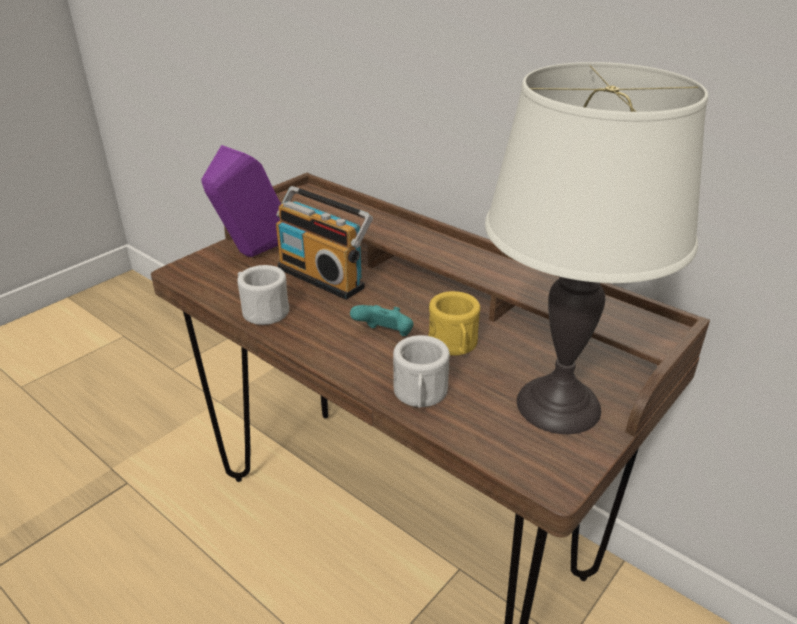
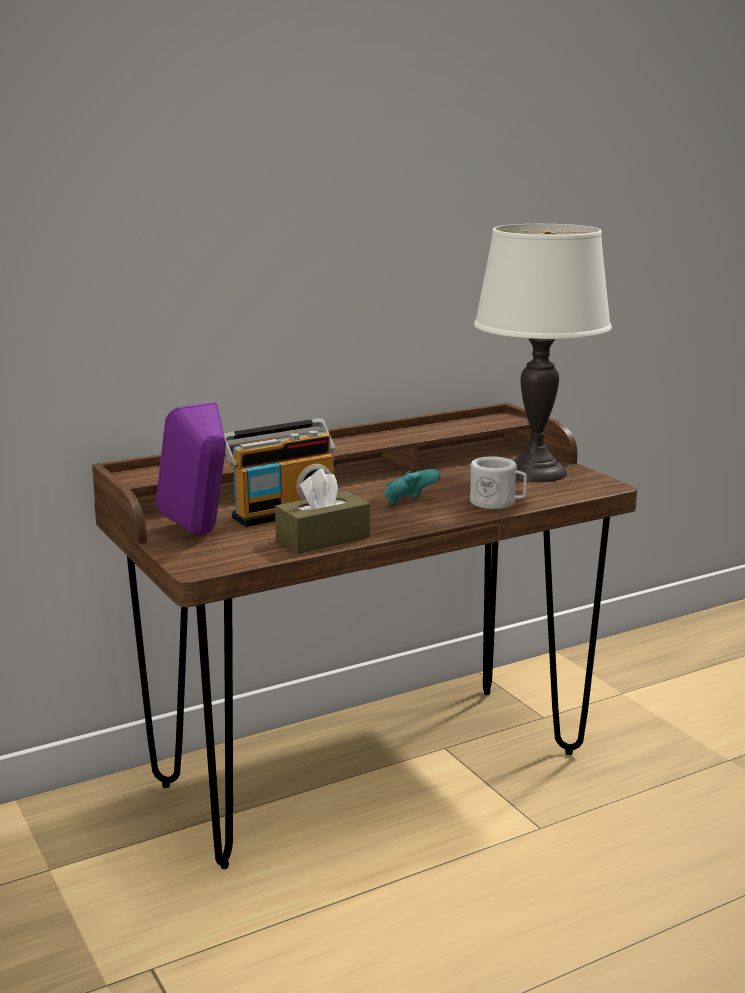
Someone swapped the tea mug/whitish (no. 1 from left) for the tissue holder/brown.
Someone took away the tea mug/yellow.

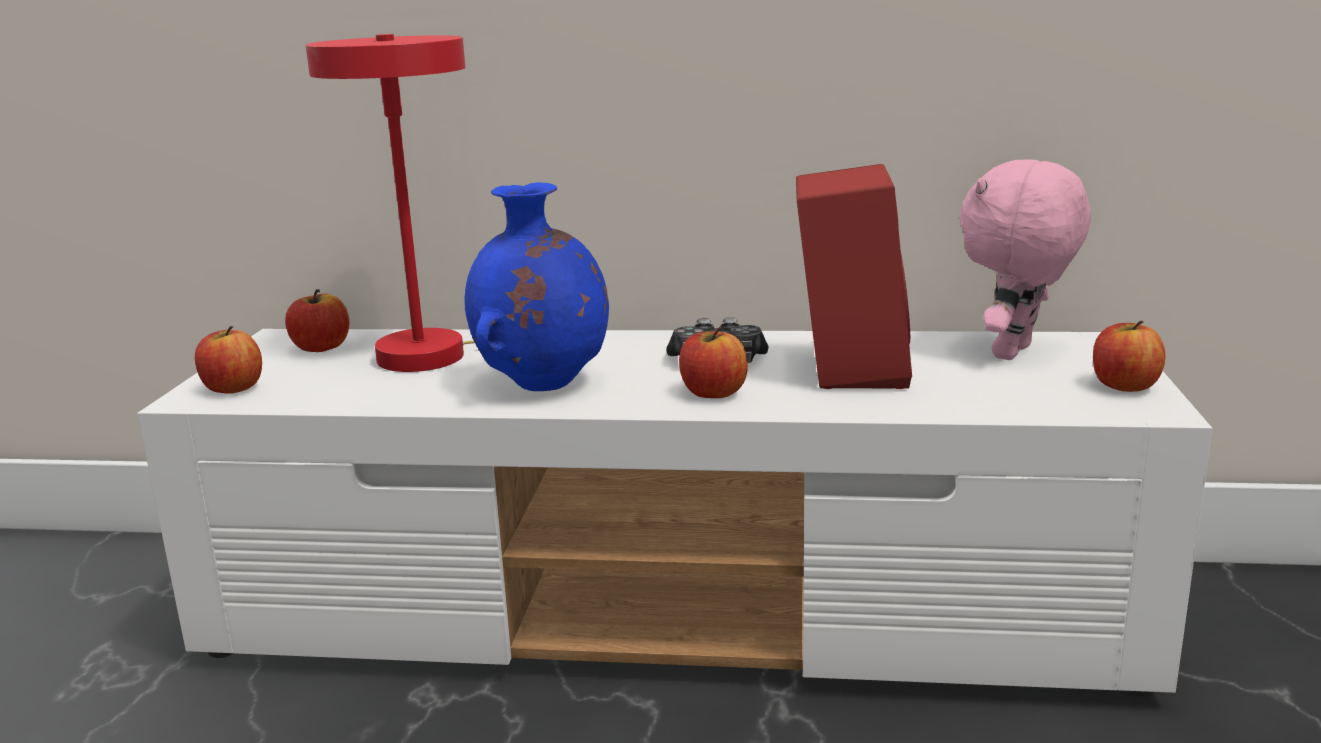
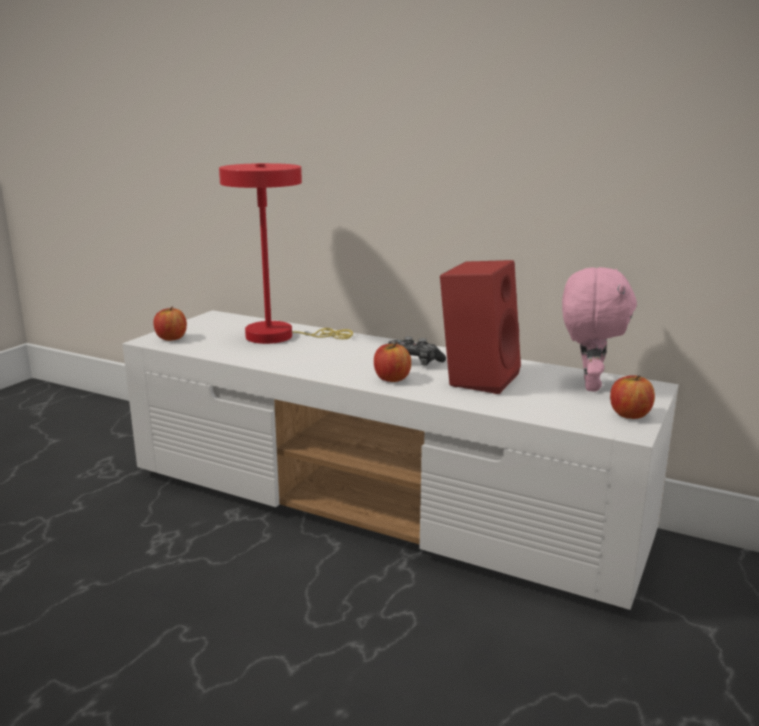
Someone took away the whole apple (no. 2 from left).
Someone took away the flower vase/blue.
Someone rotated the plush toy/pinkish by 135 degrees clockwise.

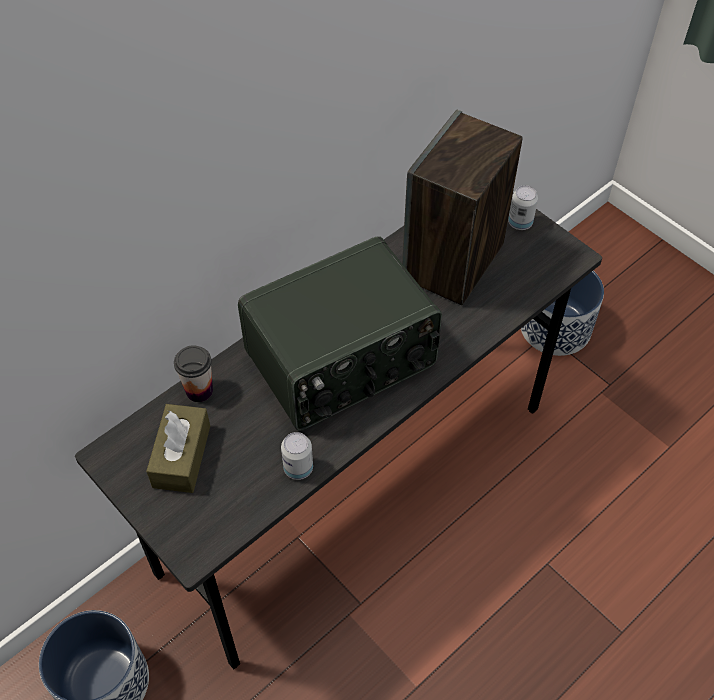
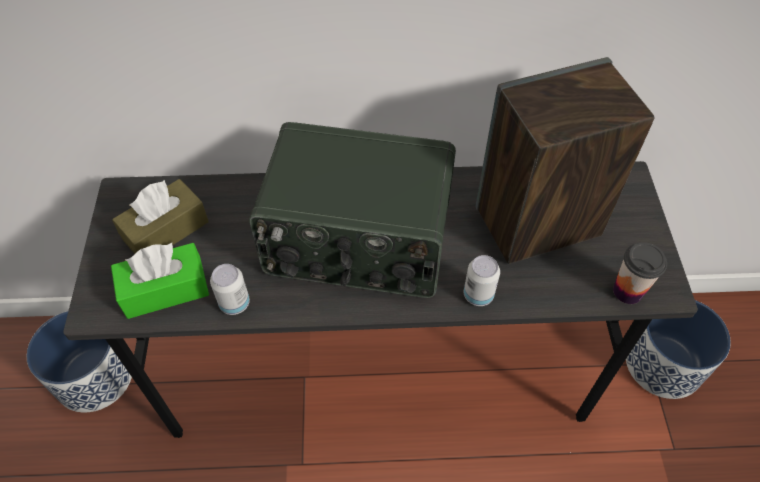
Someone carried the drinking cup.
Someone carried the metal can (no. 2 from left).
Someone put down the tissue holder/green.

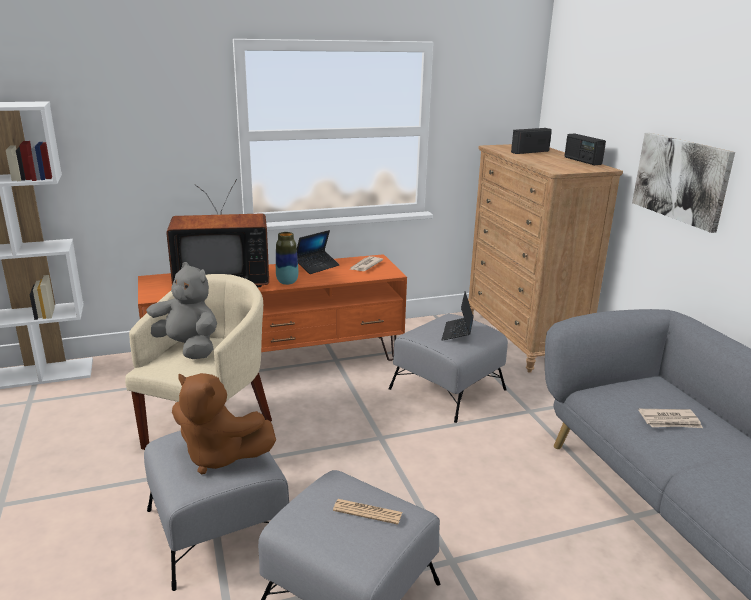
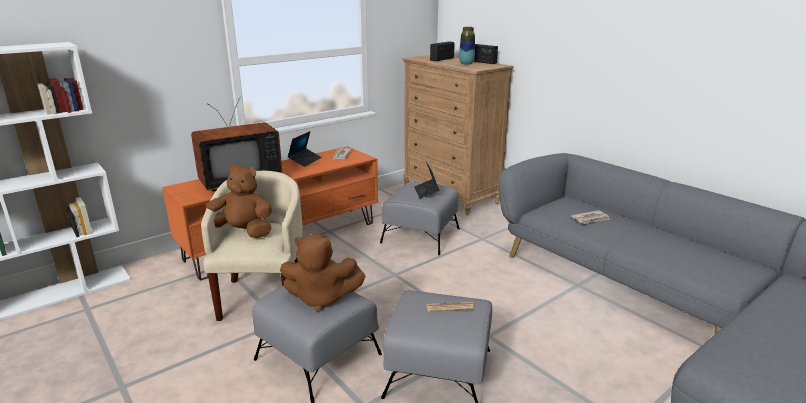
Someone repainted the plush toy/gray, which became the plush toy/brown (no. 1 from left).
Someone carried the flower vase.
Someone took away the wall art.

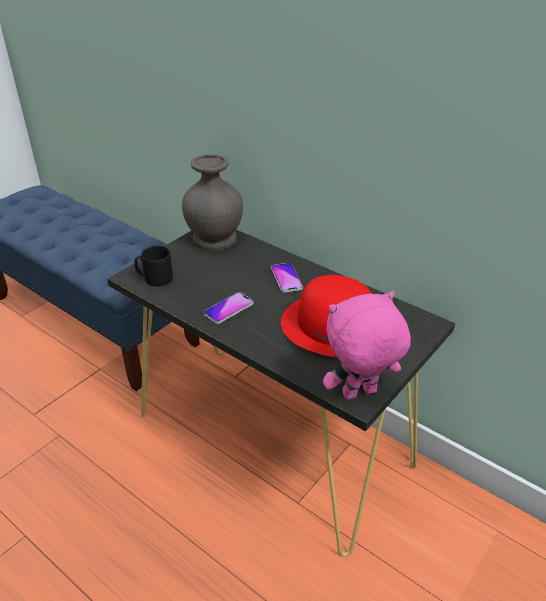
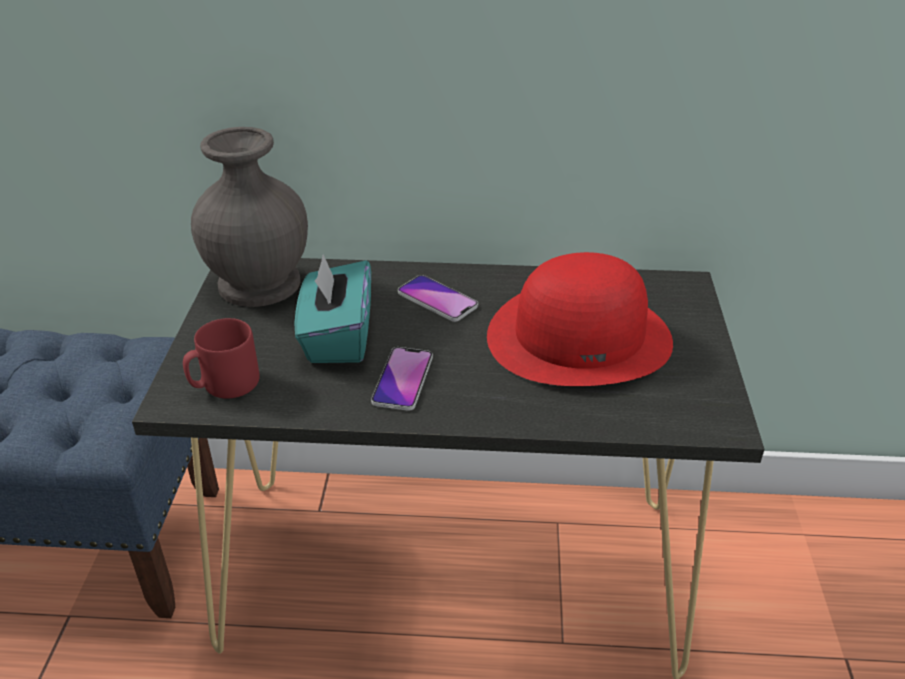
Someone repainted the tea mug/blackish, which became the tea mug/reddish.
Someone took away the plush toy/pinkish.
Someone put down the tissue holder/turquoise.

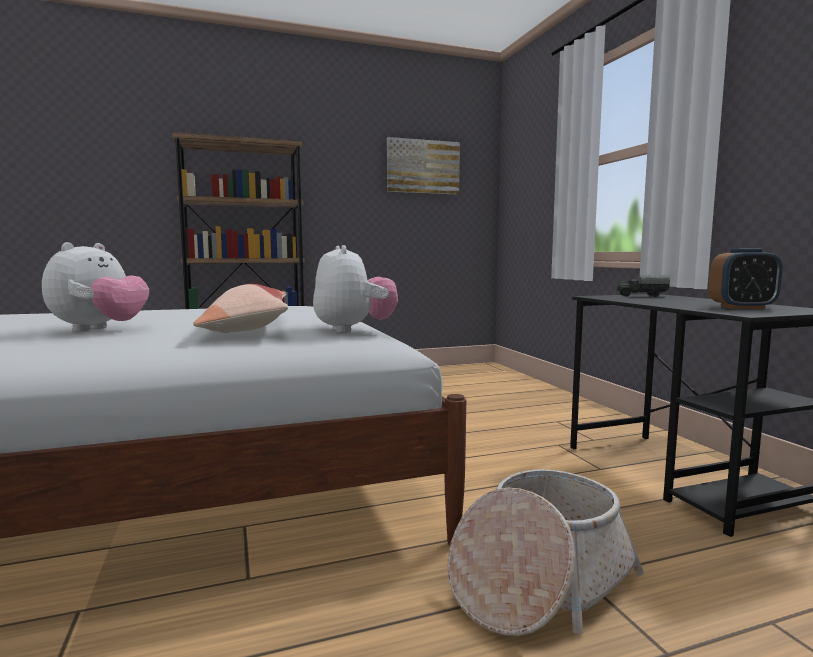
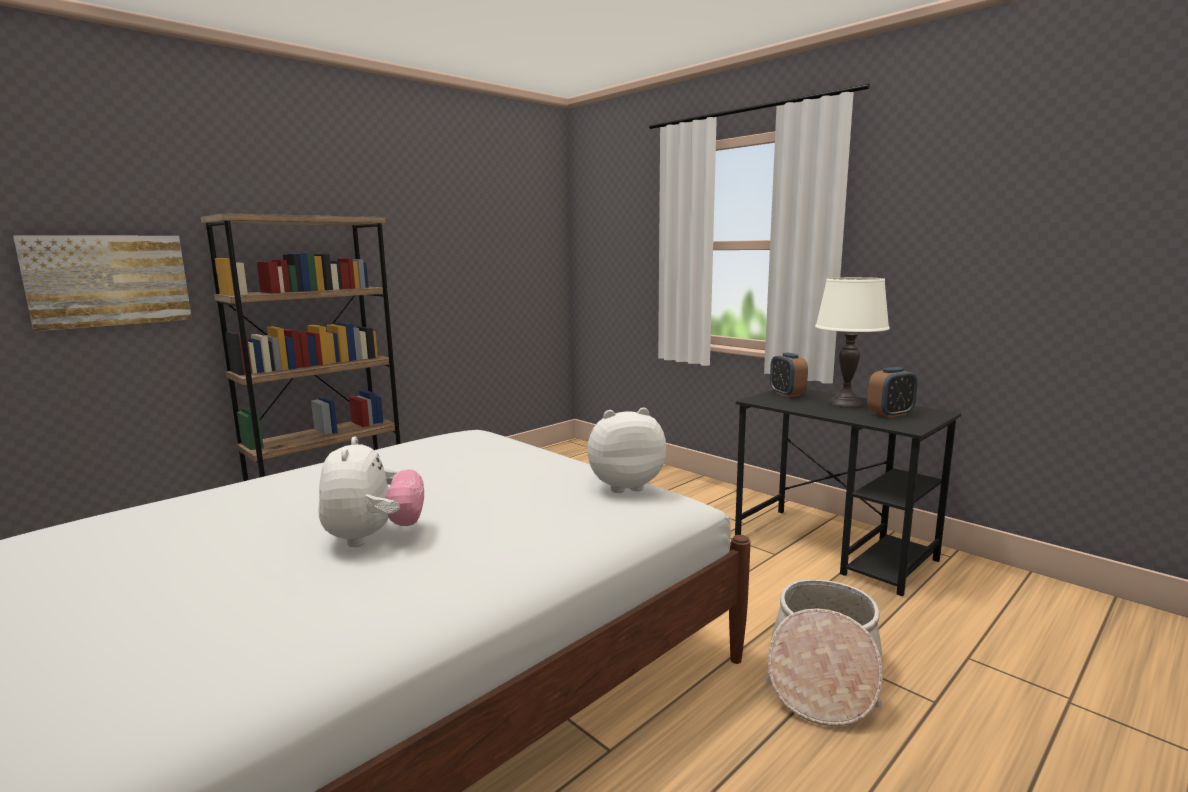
Someone took away the throw pillow.
Someone rotated the plush toy (no. 2 from left) by 60 degrees counterclockwise.
Someone carried the wall art.
Someone swapped the toy truck for the table clock (no. 1 from left).
Someone put down the lamp for a table/whitish.

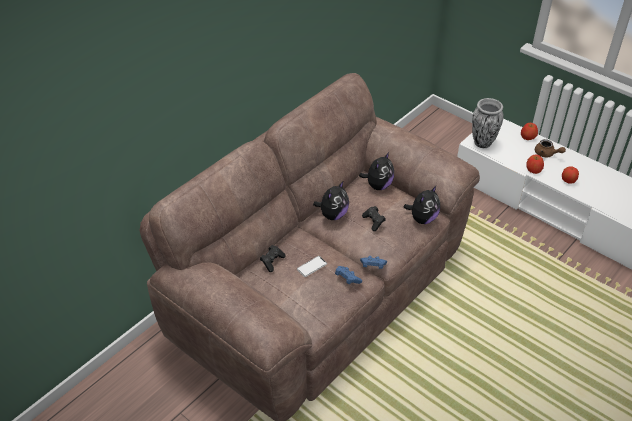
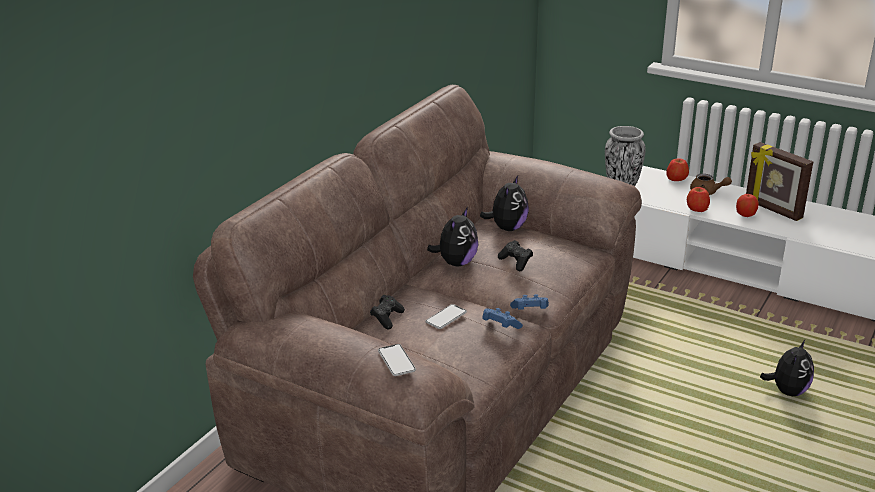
Someone carried the plush toy (no. 3 from left).
Someone put down the phone (no. 1 from left).
Someone put down the standing frame.

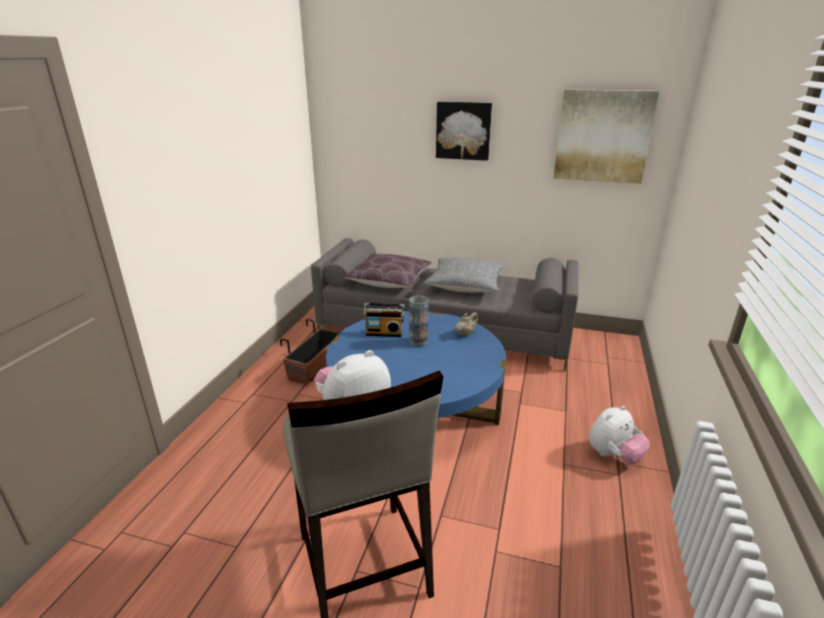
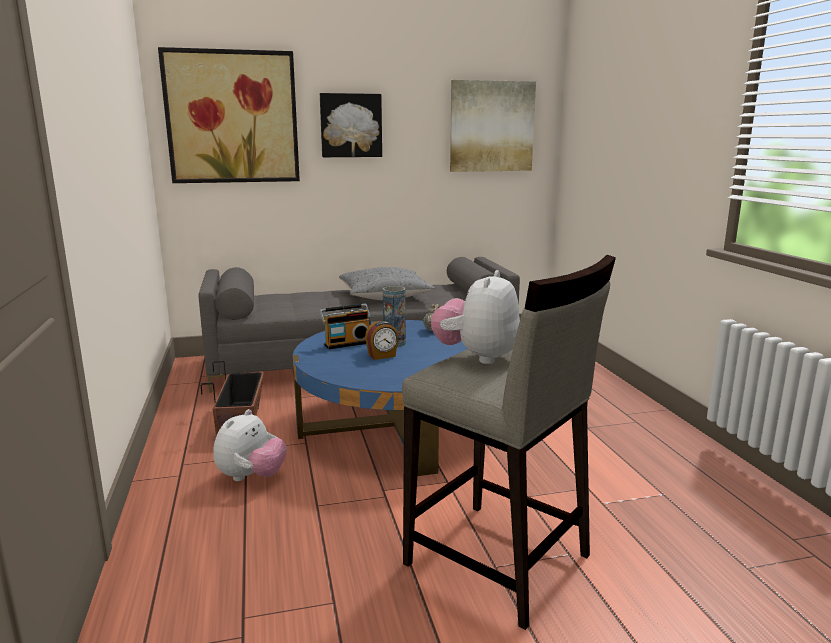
Someone took away the throw pillow/brown.
Someone carried the plush toy (no. 2 from left in the first image).
Someone put up the wall art (no. 1 from left).
Someone put down the table clock.

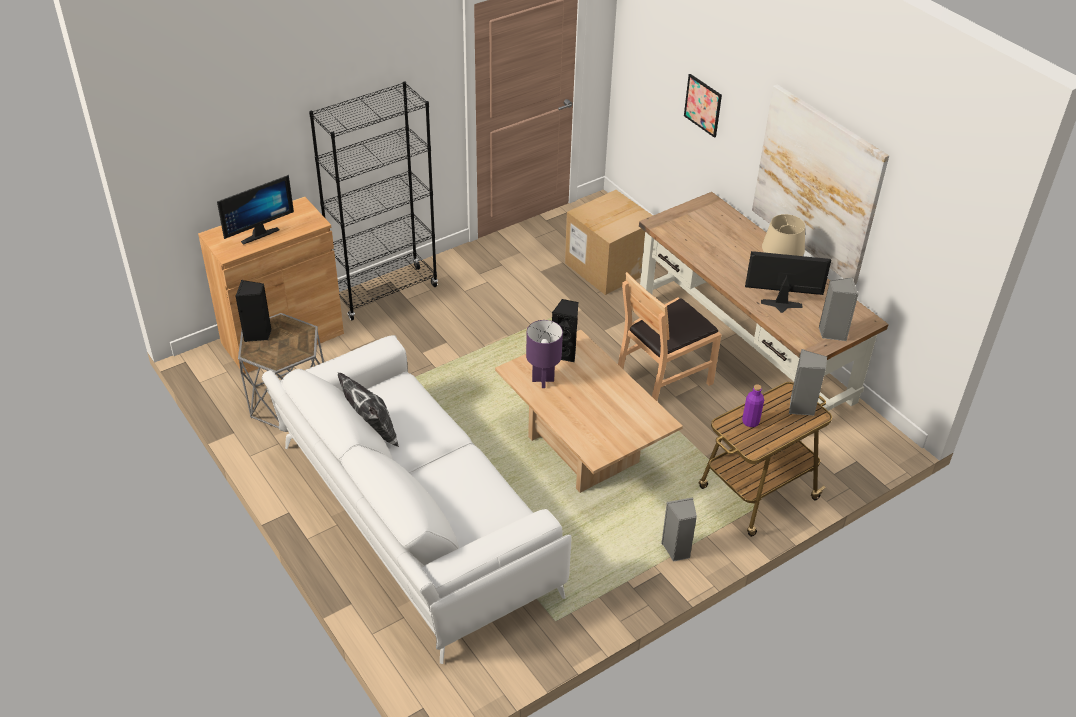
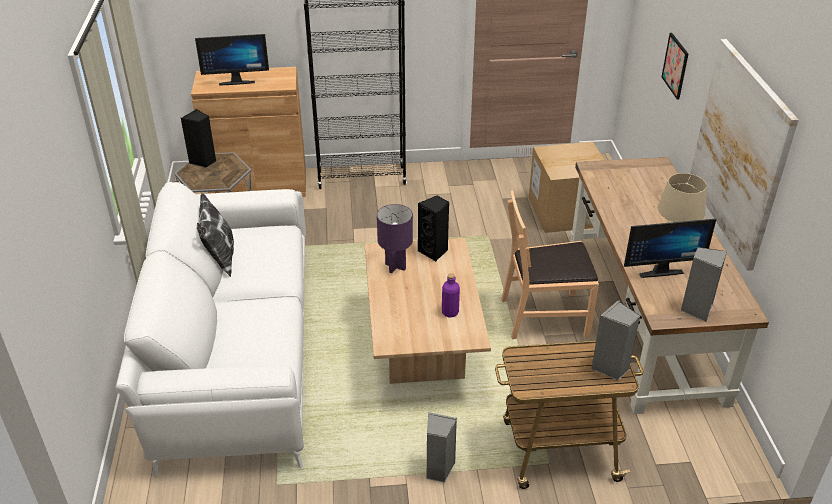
Someone carried the beverage bottle/purple.
Someone rotated the computer display (no. 2 from left) by 135 degrees clockwise.

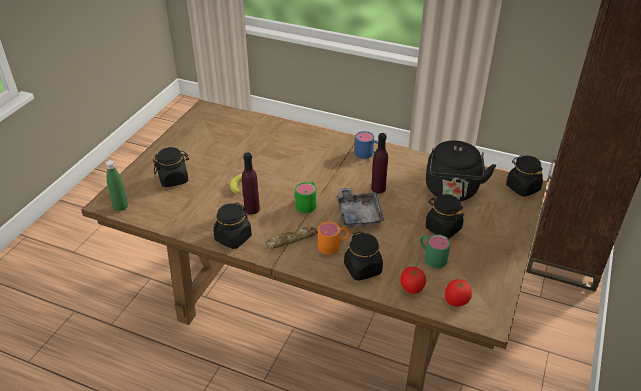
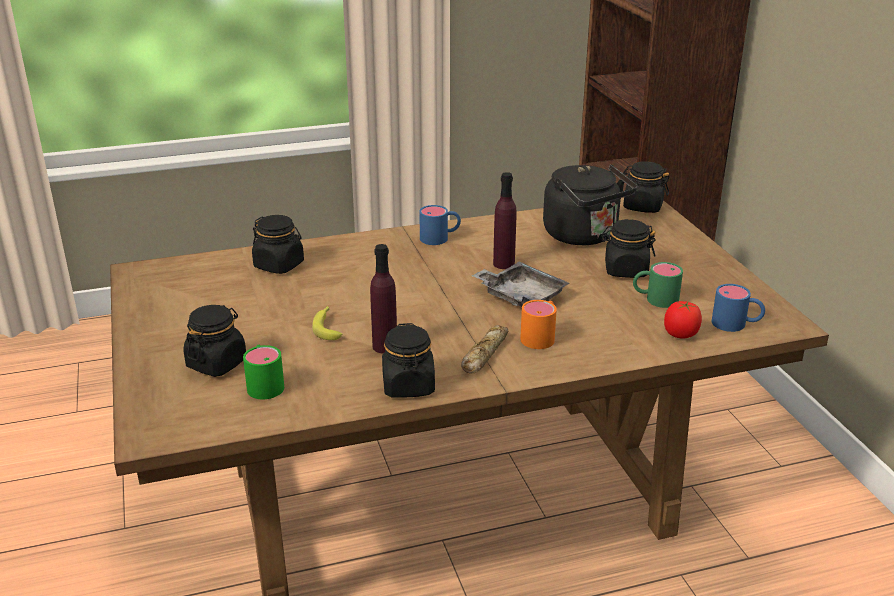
Someone took away the beverage bottle/green.
Someone carried the tea mug/green (no. 1 from left).
Someone carried the preserve jar/blackish (no. 3 from left in the first image).
Someone swapped the tomato (no. 2 from left) for the tea mug/blue (no. 2 from left).

